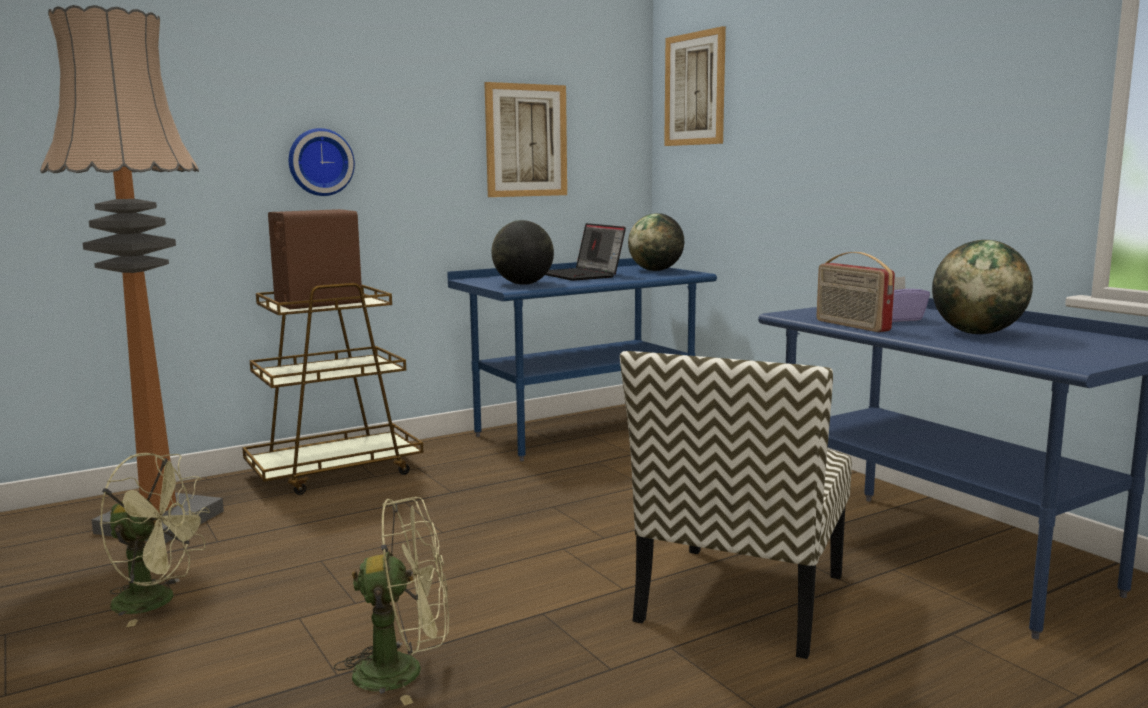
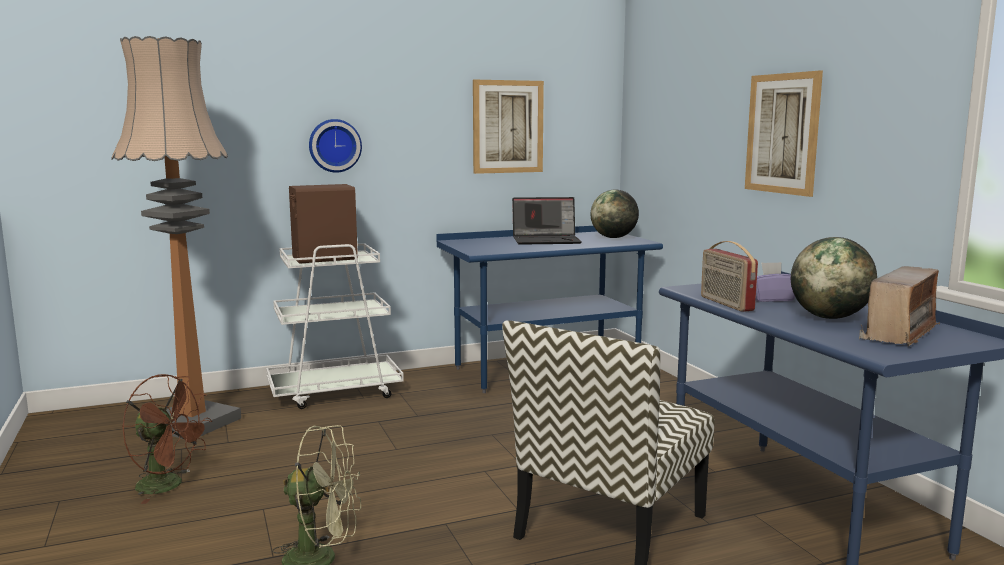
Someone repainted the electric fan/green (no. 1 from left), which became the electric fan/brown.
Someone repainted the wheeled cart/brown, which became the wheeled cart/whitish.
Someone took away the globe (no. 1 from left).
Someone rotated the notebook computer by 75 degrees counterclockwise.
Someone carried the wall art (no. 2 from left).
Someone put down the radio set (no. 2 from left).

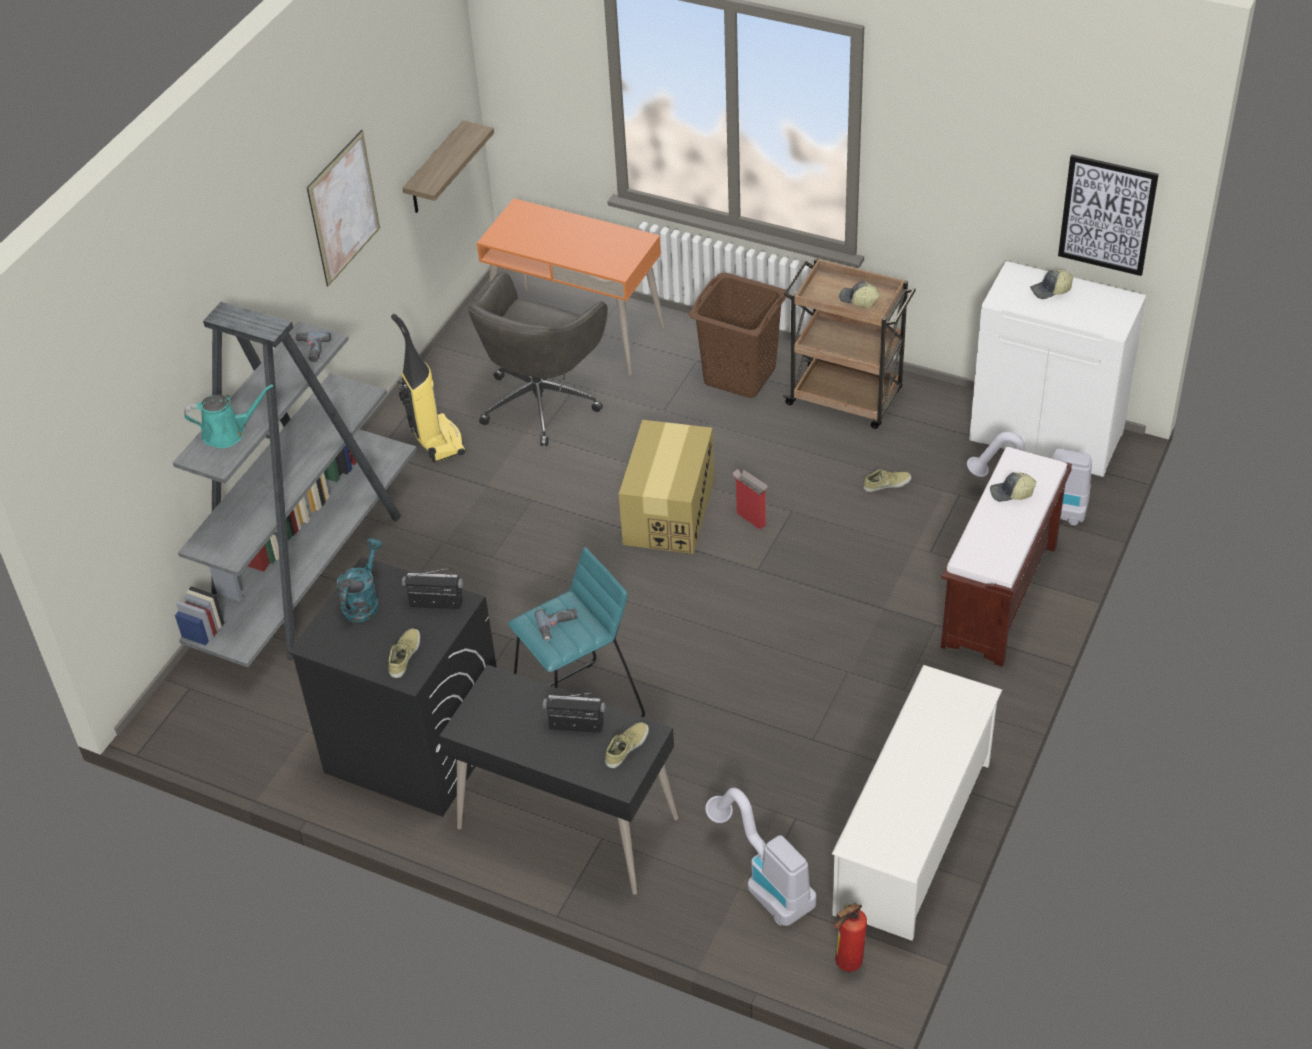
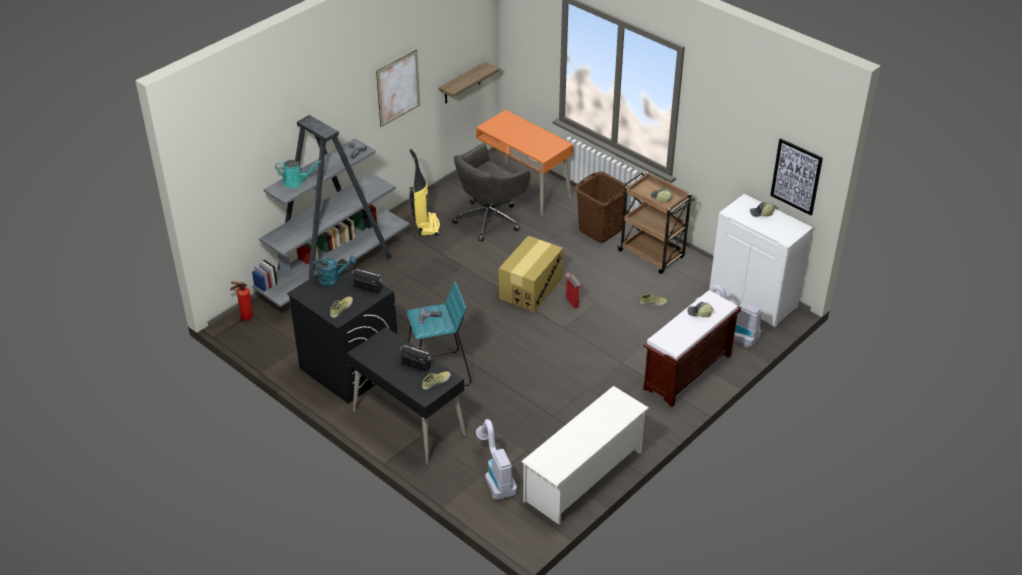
Someone rotated the watering pot/turquoise (no. 2 from left) by 45 degrees clockwise.
Someone carried the extinguisher.

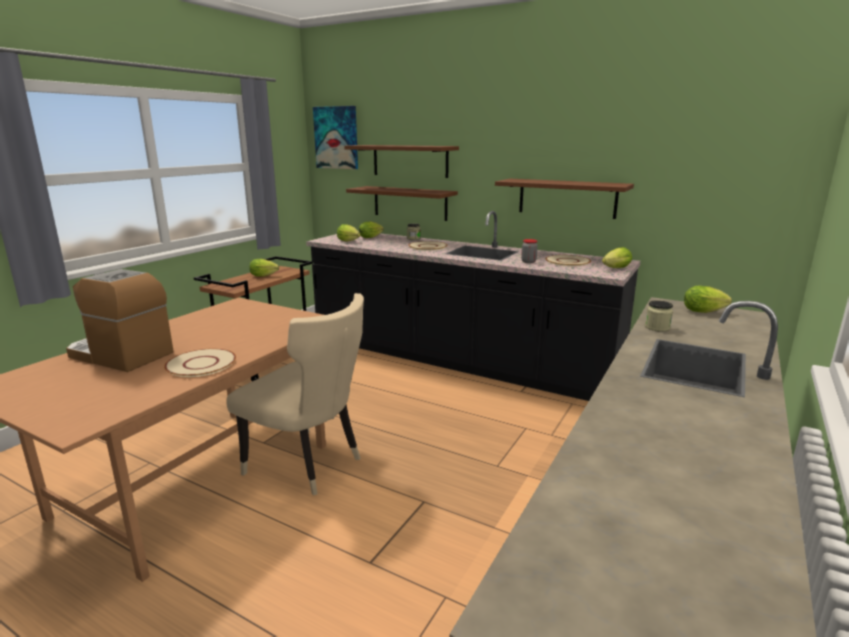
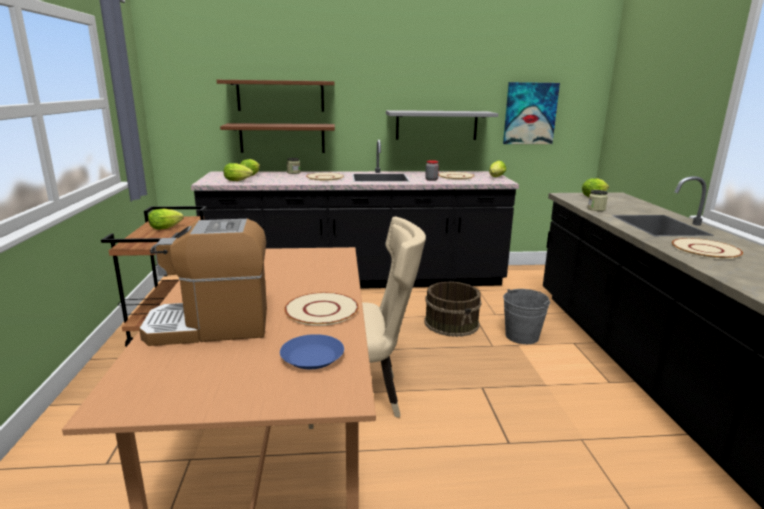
Someone carried the wall art.
Someone repainted the wall shelf/brown (no. 3 from left), which became the wall shelf/gray.
Someone put down the flat dish/blue.
Someone put down the water bucket/brown.
Someone put down the water bucket/gray.
Someone put down the flat dish/beige-coloured (no. 4 from left).

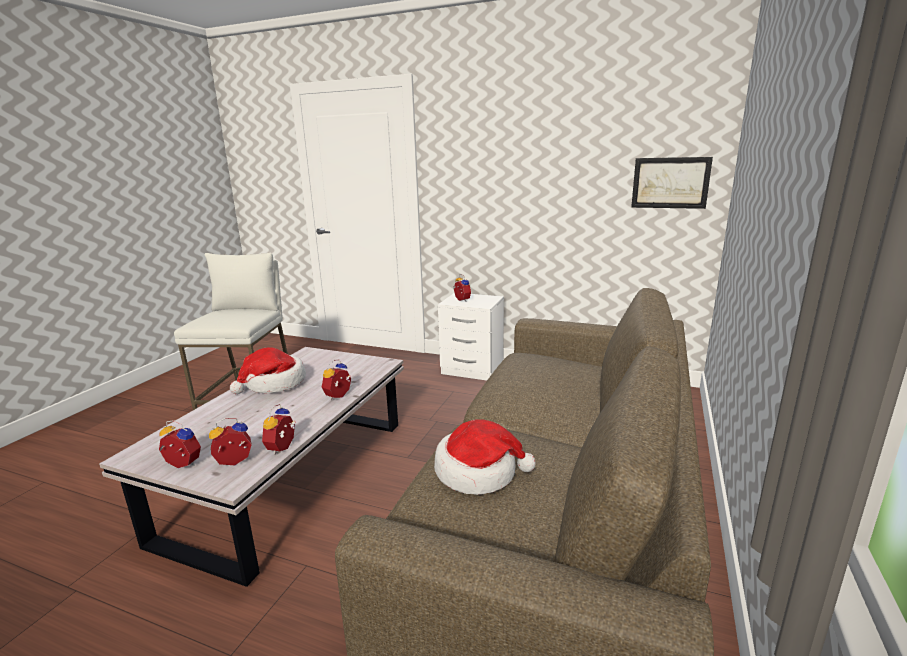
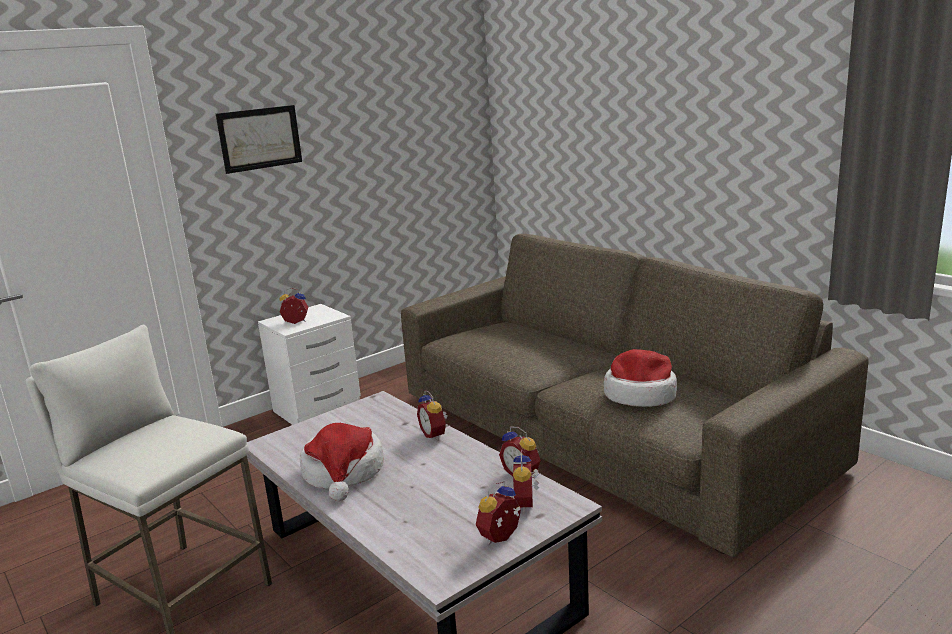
Someone carried the wall art.

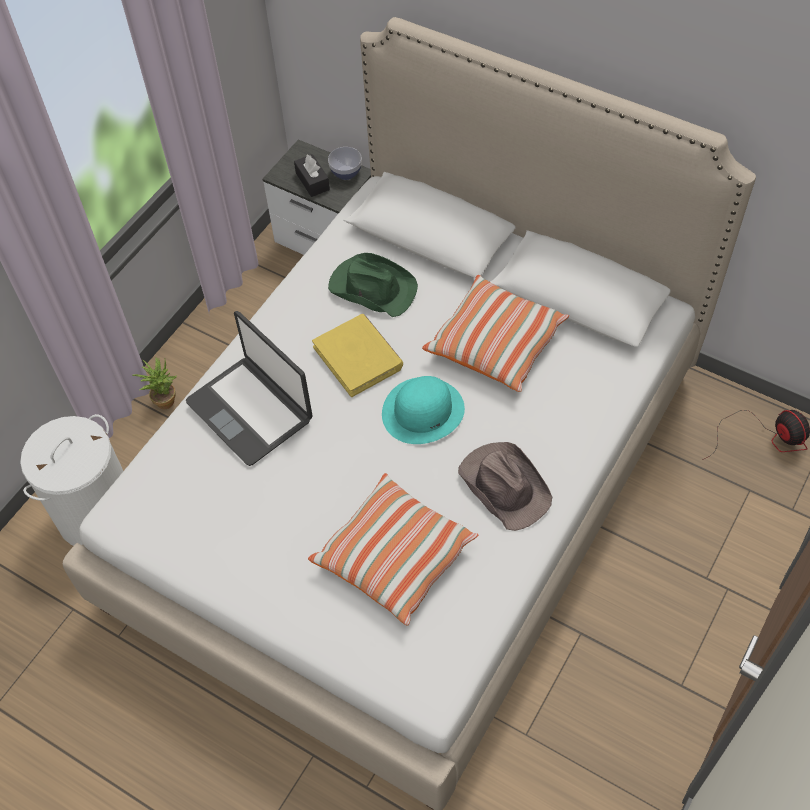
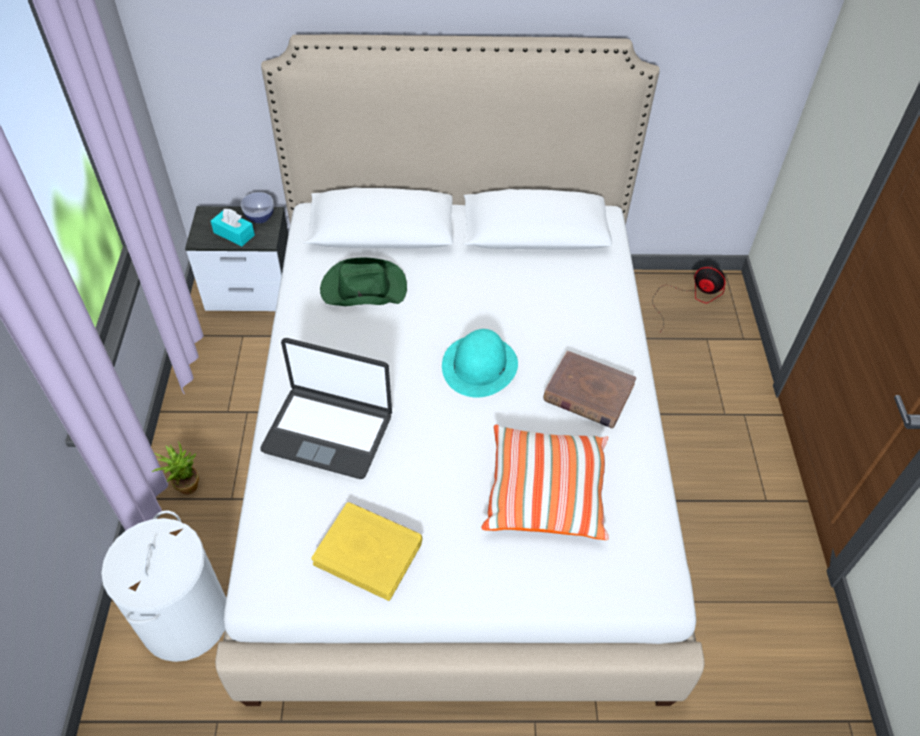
Someone repainted the tissue holder/blackish, which became the tissue holder/turquoise.
Someone carried the bound book/yellow.
Someone took away the throw pillow (no. 2 from left).
Someone swapped the wearable hat/brown for the bound book/brown.

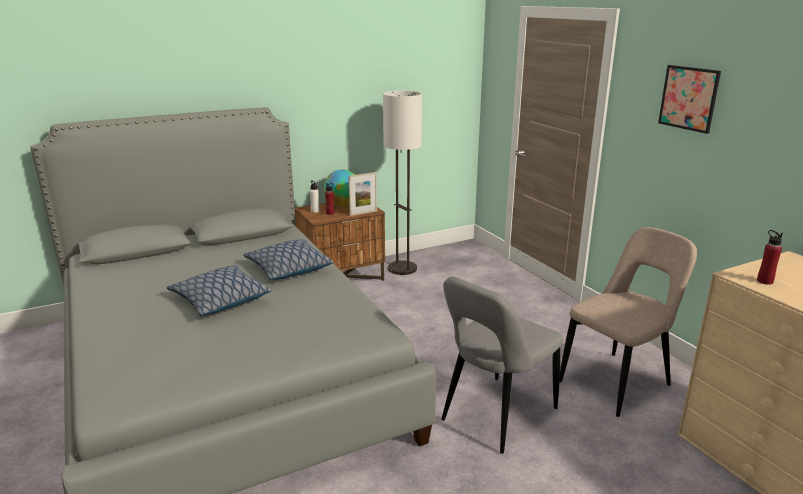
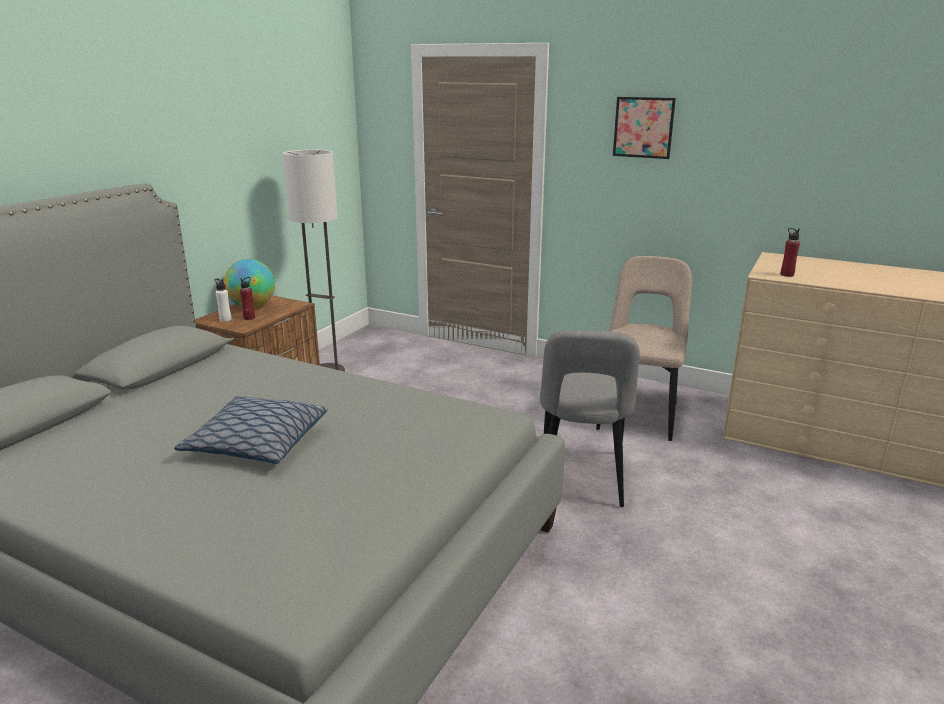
Someone took away the throw pillow (no. 2 from left).
Someone took away the standing frame.

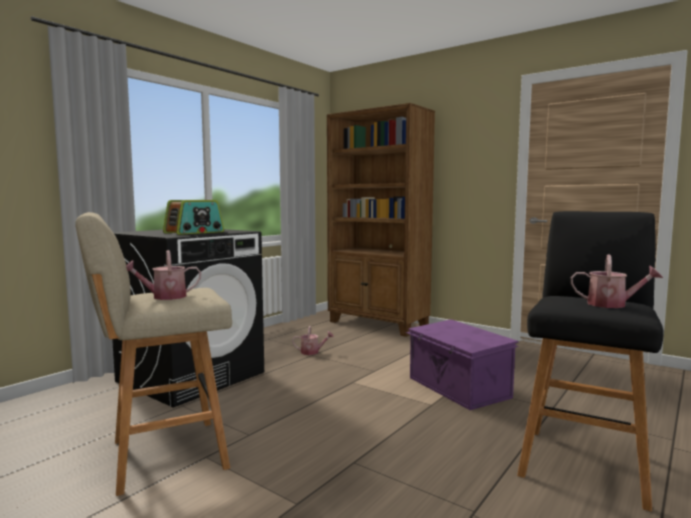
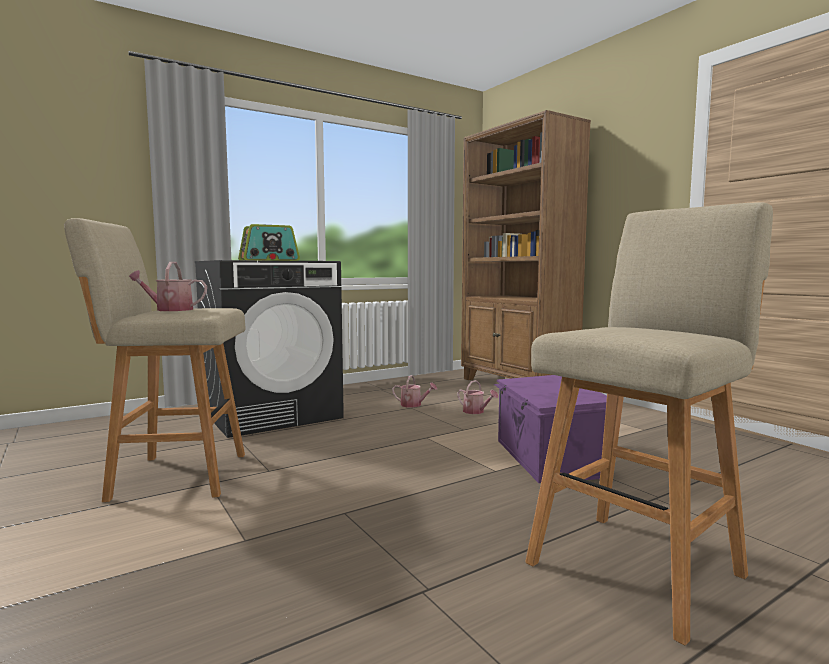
Someone repainted the stool seat/blackish, which became the stool seat/beige-coloured (no. 2 from left).
Someone carried the watering pot (no. 3 from left).

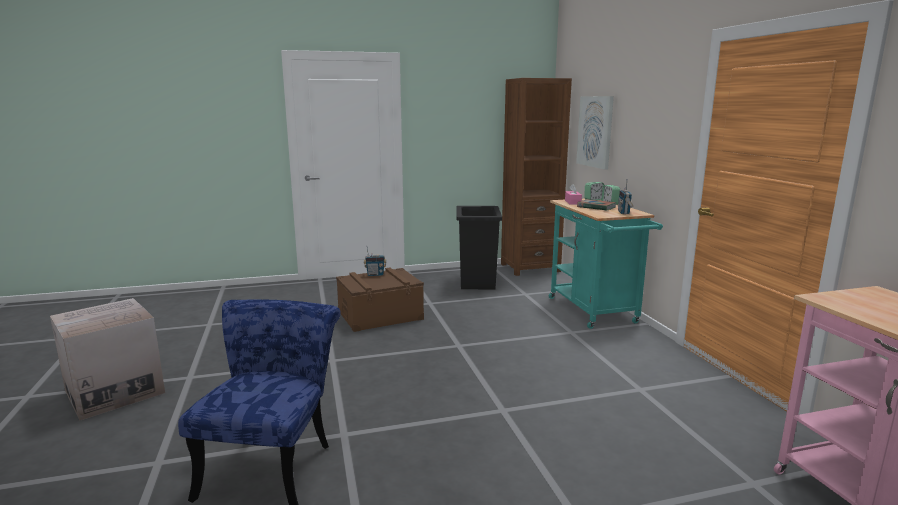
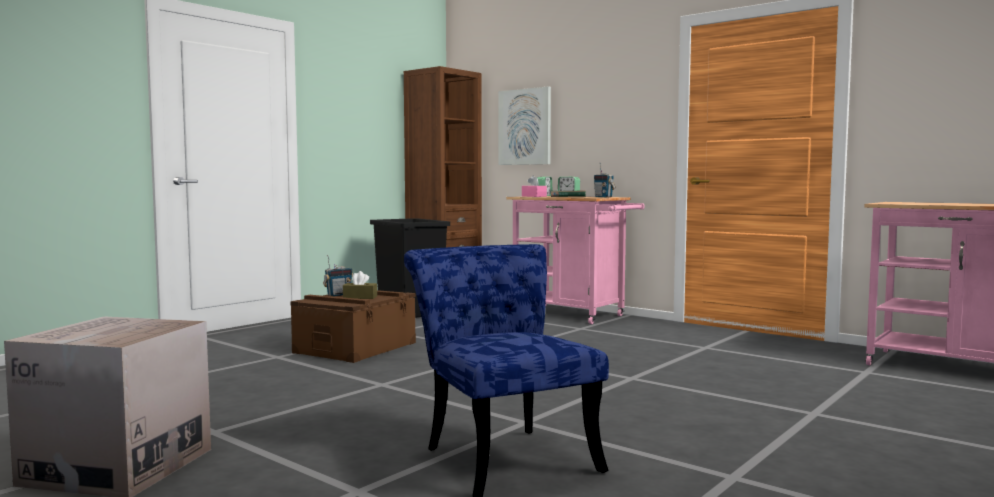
Someone repainted the wheeled cart/turquoise, which became the wheeled cart/pinkish (no. 1 from left).
Someone put down the tissue holder/brown.

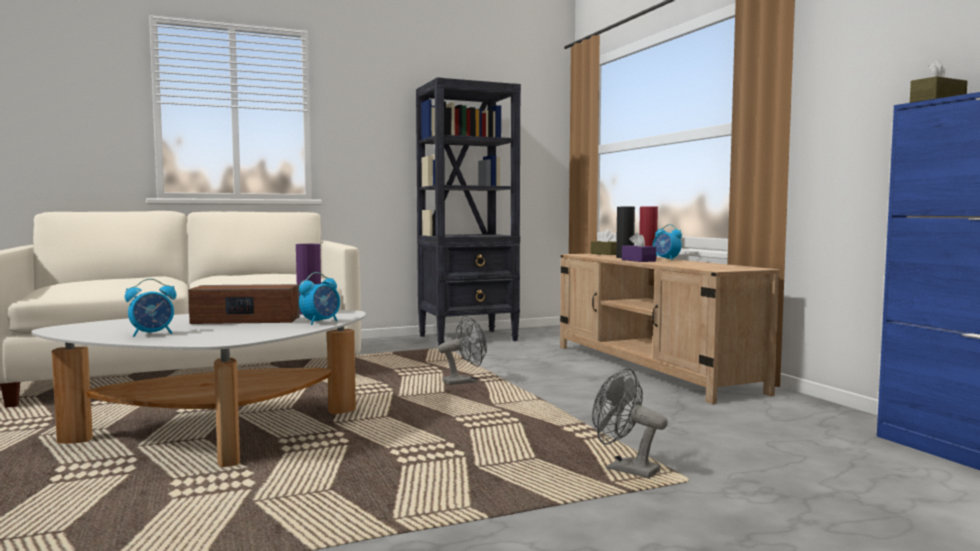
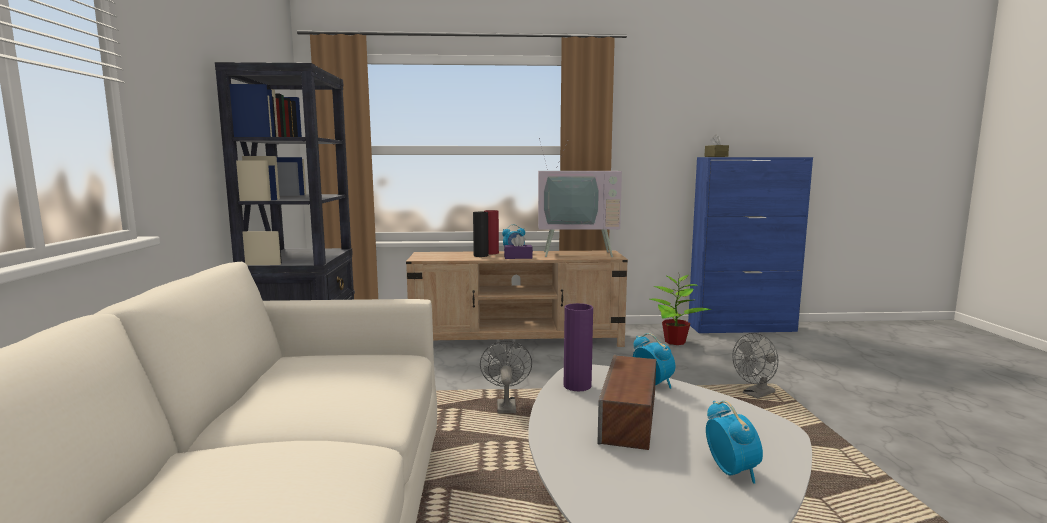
Someone took away the tissue holder/brown (no. 1 from left).
Someone put down the TV.
Someone put down the plant in a pot.

